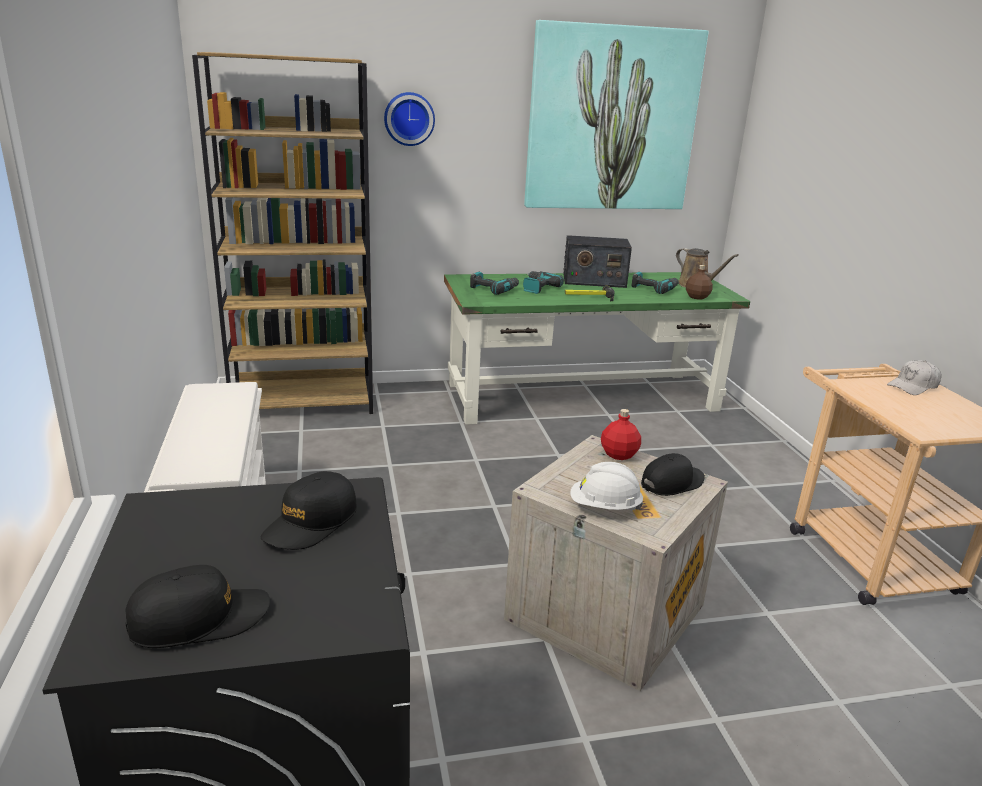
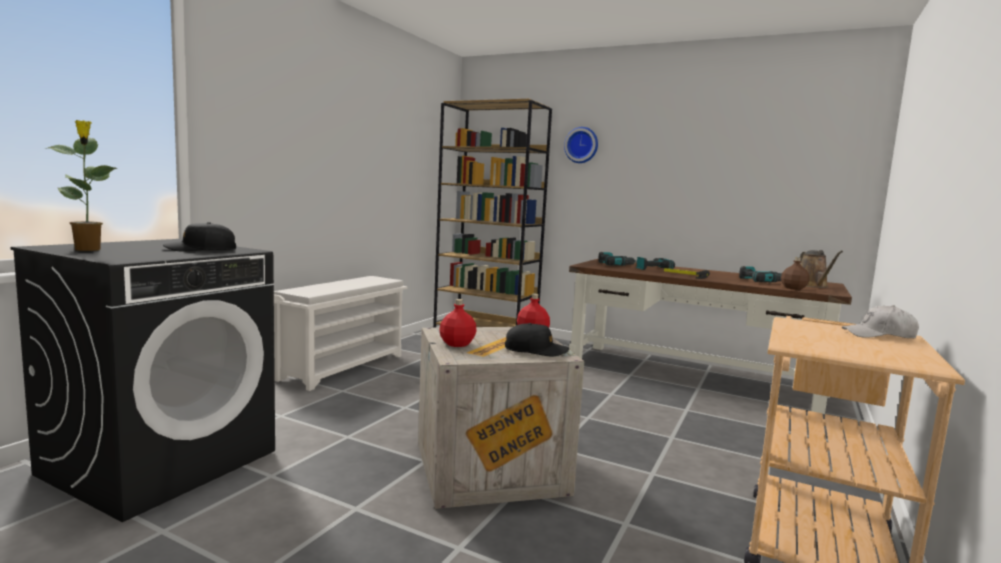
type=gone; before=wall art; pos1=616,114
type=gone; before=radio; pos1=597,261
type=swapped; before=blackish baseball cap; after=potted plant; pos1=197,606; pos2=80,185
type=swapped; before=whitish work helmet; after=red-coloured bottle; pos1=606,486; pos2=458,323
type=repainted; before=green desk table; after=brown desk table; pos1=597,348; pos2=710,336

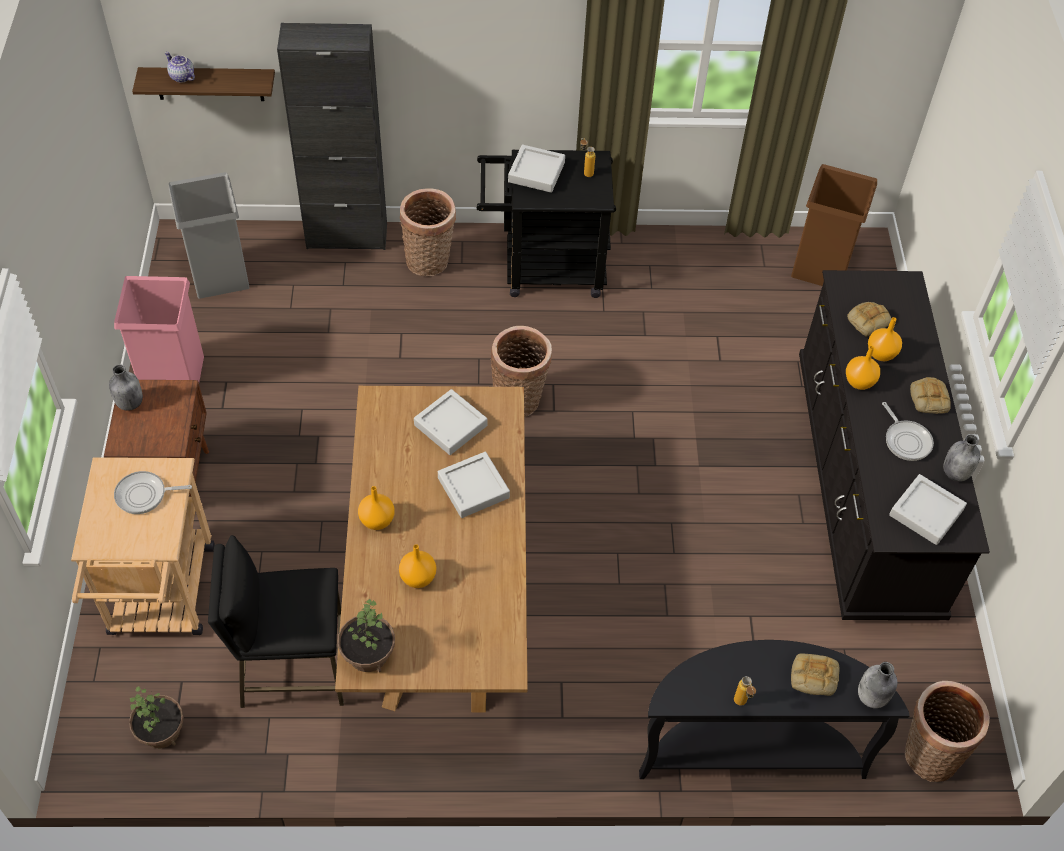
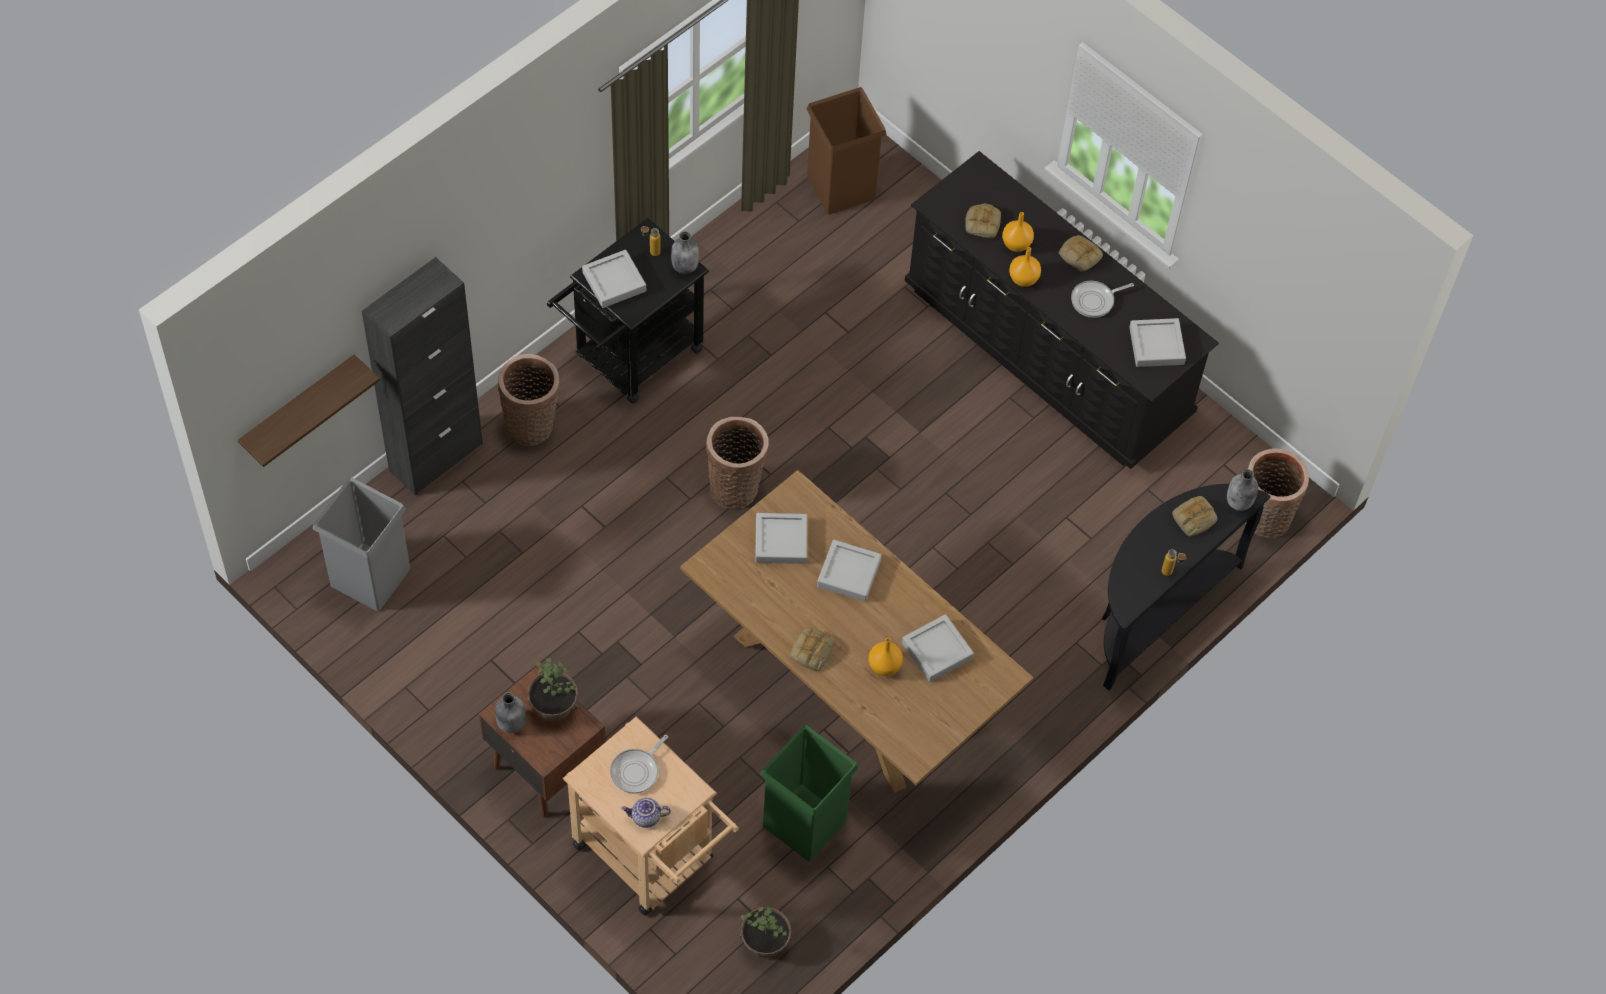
type=gone; before=pink trash can; pos1=159,329
type=new; after=greyish tray; pos2=938,648
type=shifted; before=pot for tea; pos1=180,67; pos2=646,813
type=shifted; before=potted plant; pos1=366,635; pos2=552,690
type=shifted; before=greyish bottle; pos1=961,457; pos2=685,252
type=swapped; before=blackish stool seat; after=green trash can; pos1=276,621; pos2=809,793
type=swapped; before=orange-coloured flower vase; after=bread; pos1=376,508; pos2=812,649
type=rotated; before=skillet; pos1=908,431; pos2=1102,299; turn=135

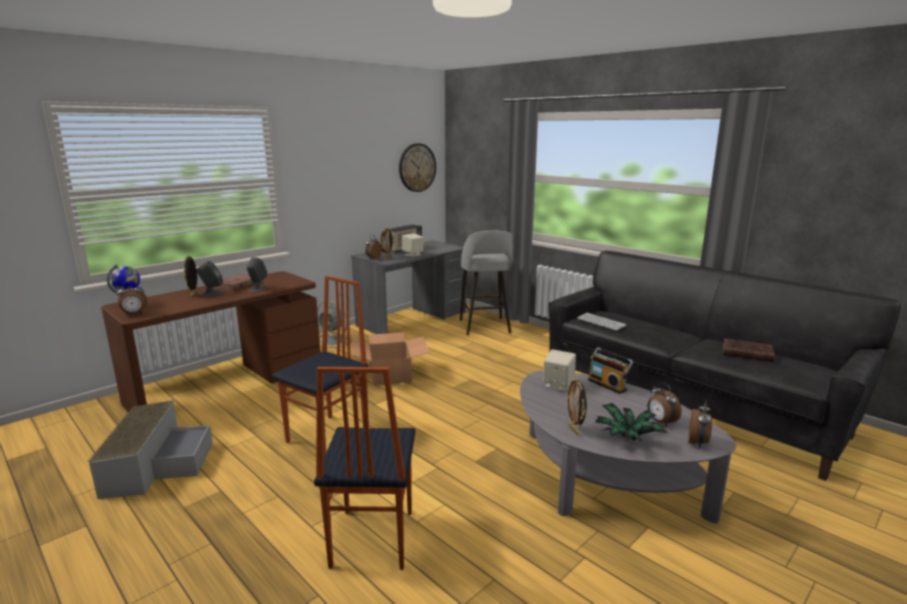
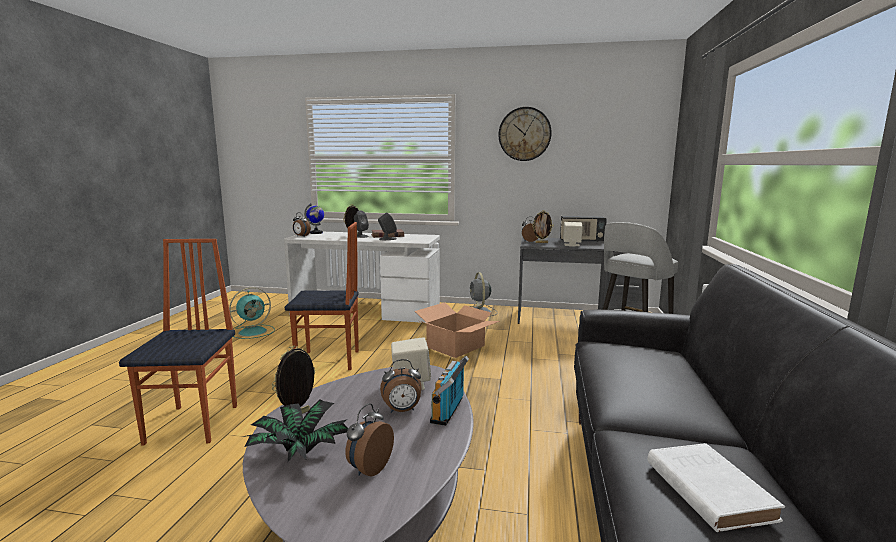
type=gone; before=PC keyboard; pos1=602,322
type=shifted; before=wall clock; pos1=417,167; pos2=525,134
type=shifted; before=bedside clock; pos1=700,424; pos2=401,386
type=swapped; before=greyish storage box; after=blue-green fan; pos1=150,449; pos2=252,313
type=repainted; before=brown desk table; after=whitish desk table; pos1=211,341; pos2=362,277
type=repainted; before=brown bound book; after=whitish bound book; pos1=749,350; pos2=716,487
type=rotated; before=chair; pos1=364,468; pos2=178,342; turn=120

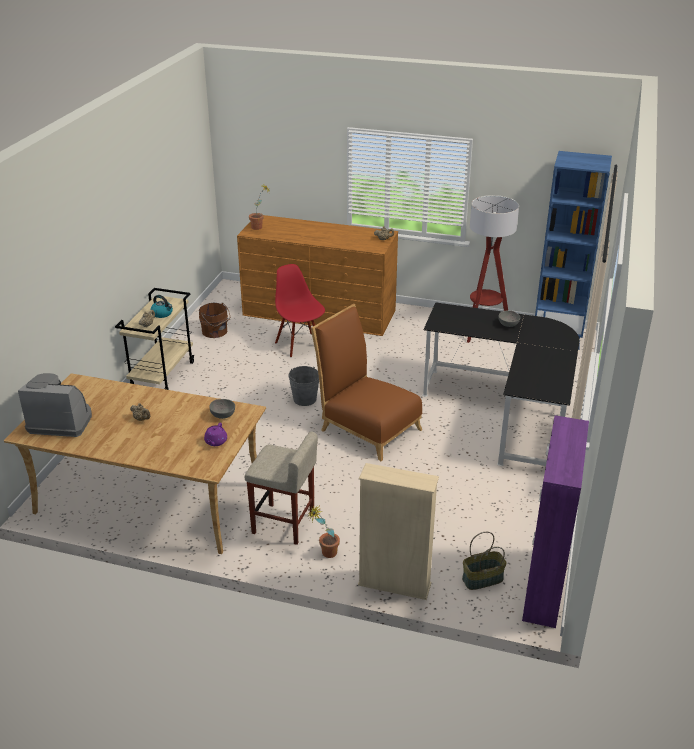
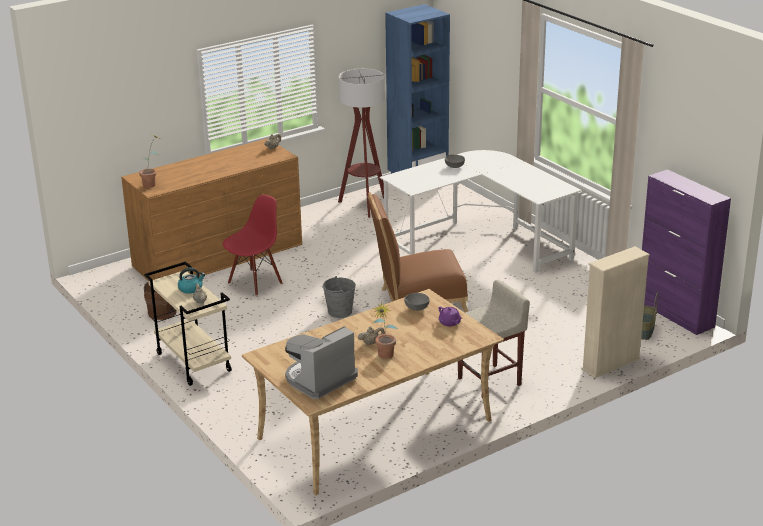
type=shifted; before=potted plant; pos1=323,532; pos2=385,330
type=repainted; before=blackish desk table; after=whitish desk table; pos1=500,384; pos2=481,212
type=rotated; before=red-coloured chair; pos1=300,311; pos2=253,245; turn=120

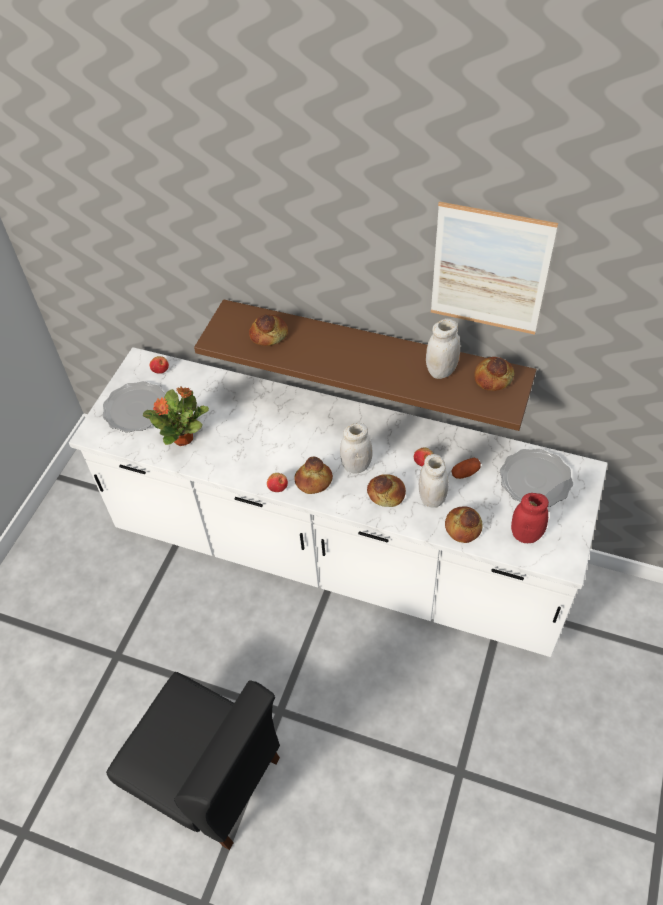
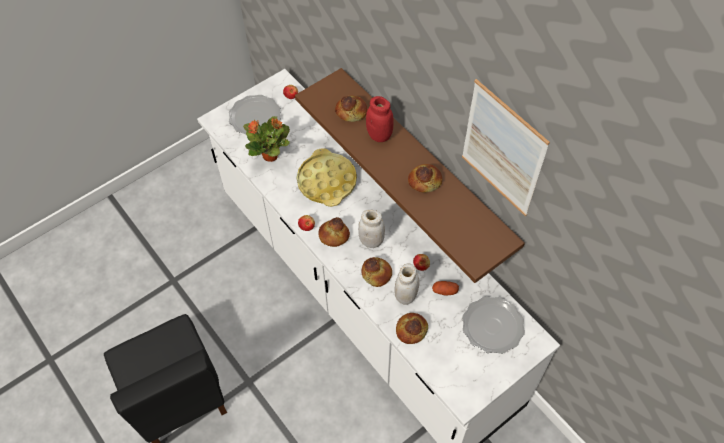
type=gone; before=whitish jar; pos1=443,348
type=new; after=yellow tray; pos2=327,177
type=shifted; before=bread; pos1=494,374; pos2=425,178
type=shifted; before=red-coloured jar; pos1=530,518; pos2=380,119

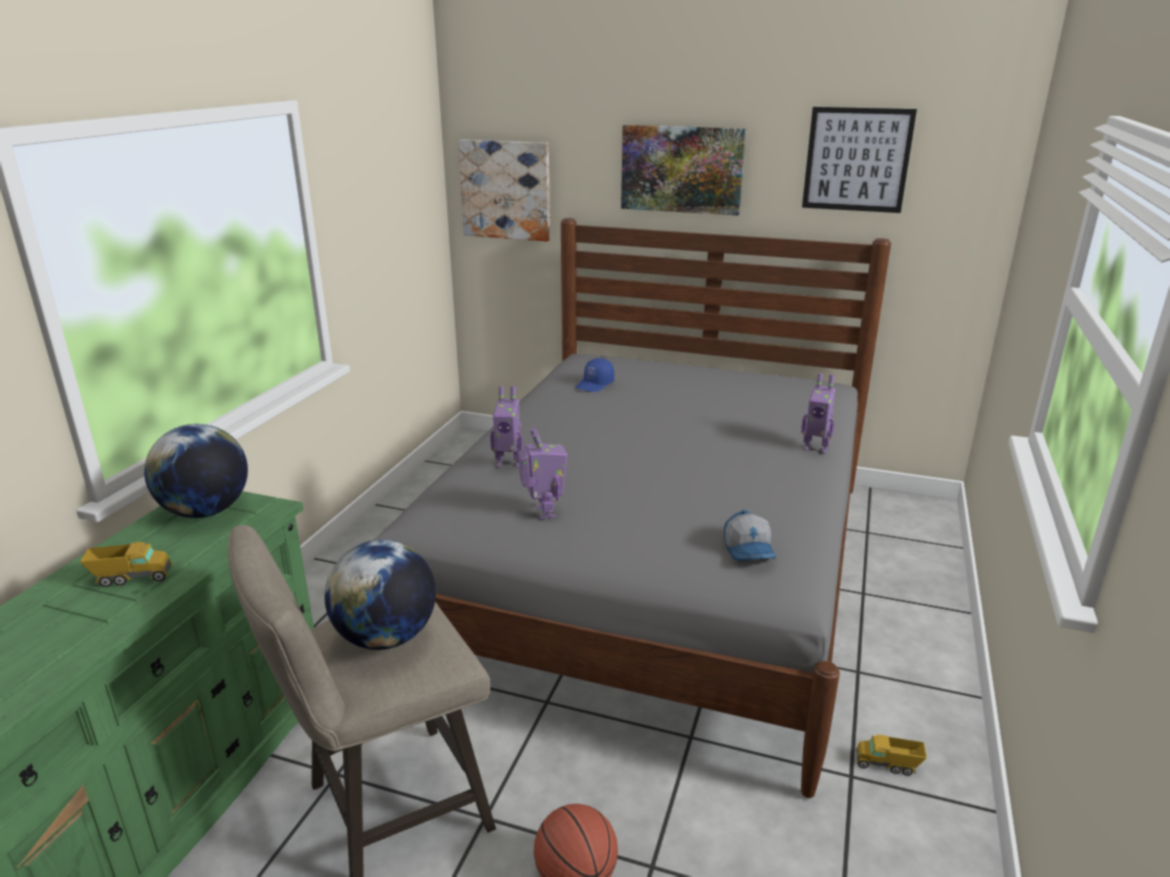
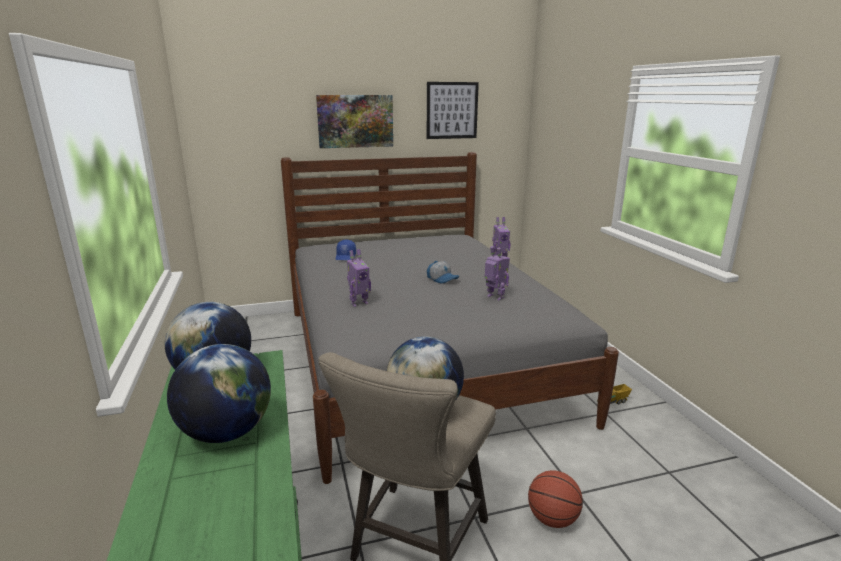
type=gone; before=wall art; pos1=504,190
type=shifted; before=model robot; pos1=542,473; pos2=497,273
type=shifted; before=baseball cap; pos1=750,535; pos2=443,272
type=swapped; before=toy lorry; after=desk globe; pos1=126,564; pos2=219,393

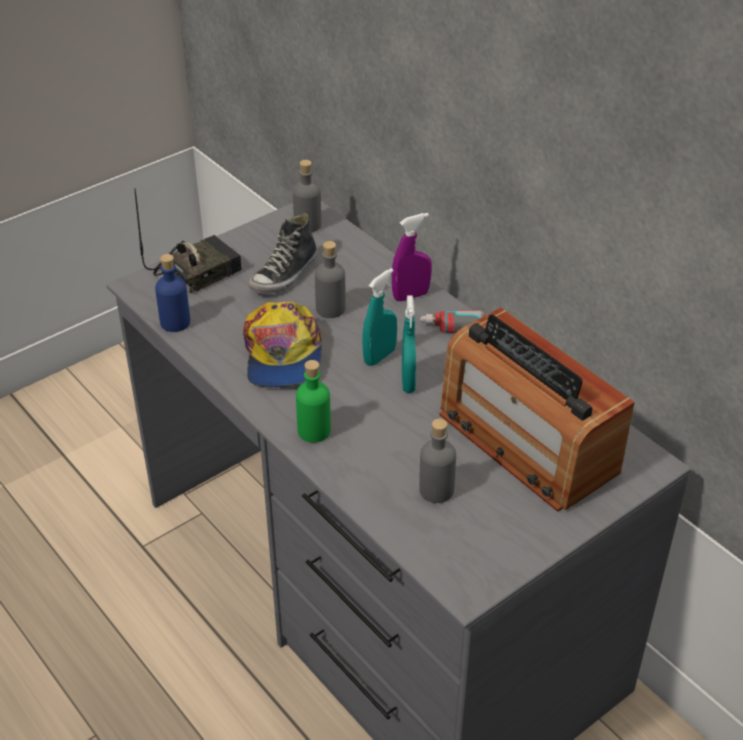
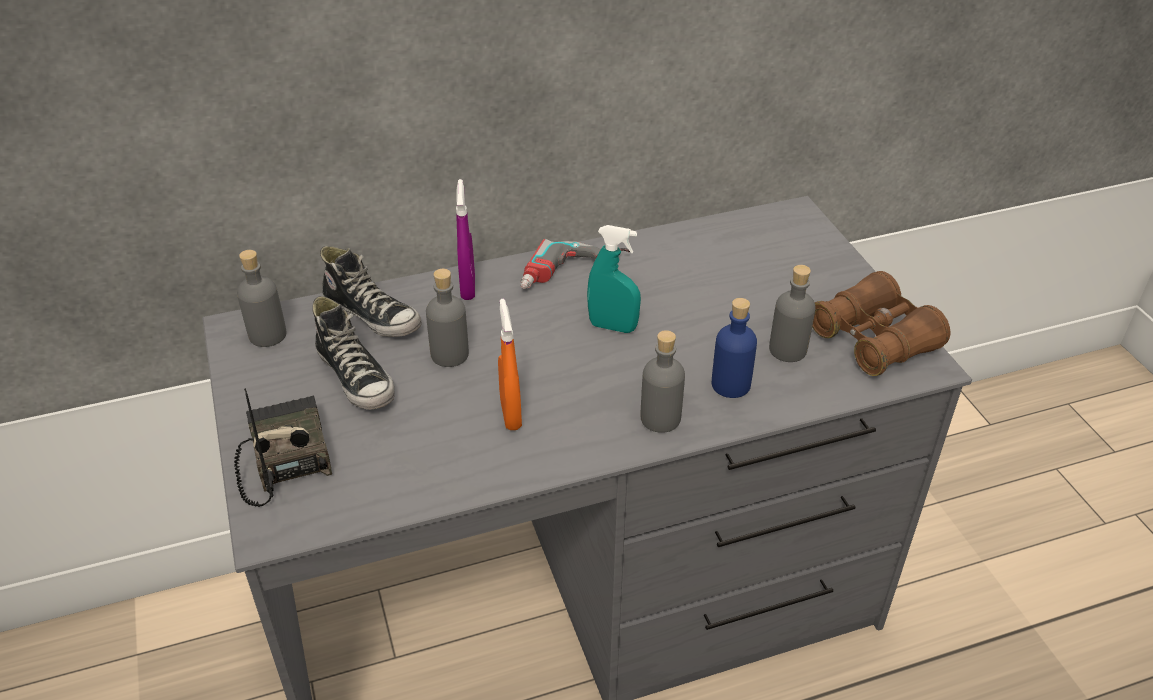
type=gone; before=blue-green hand sprayer; pos1=379,317
type=gone; before=radio; pos1=537,409
type=new; after=item of footwear; pos2=371,291
type=new; after=brown field glasses; pos2=881,323
type=shifted; before=blue-coloured bottle; pos1=172,293; pos2=734,348
type=swapped; before=baseball cap; after=orange-coloured hand sprayer; pos1=282,345; pos2=510,364
type=repainted; before=green bottle; after=greyish bottle; pos1=313,401; pos2=663,381

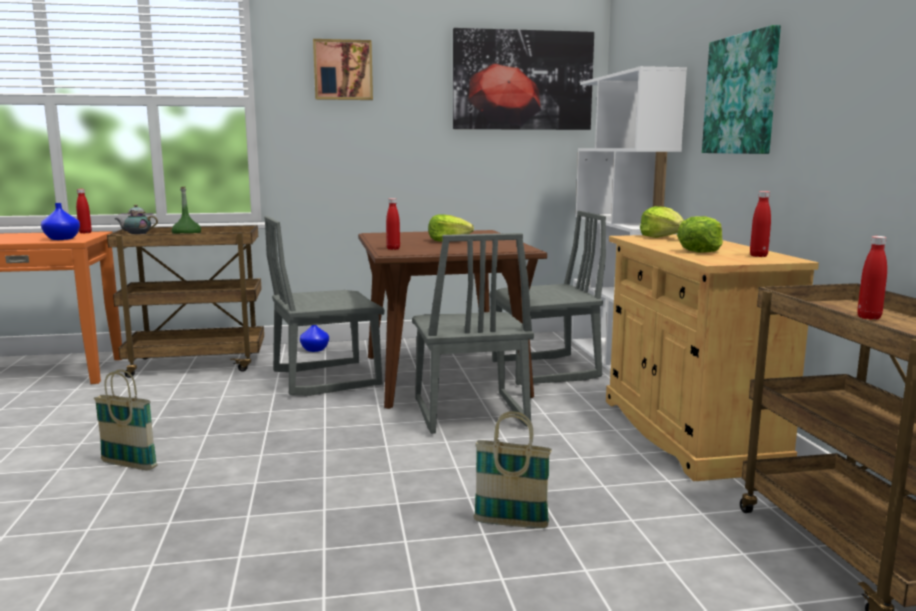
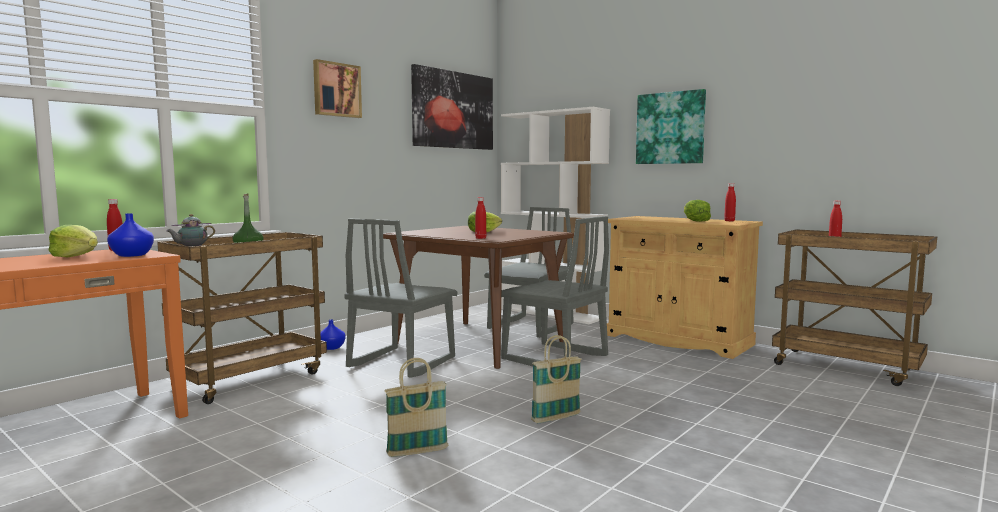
type=shifted; before=basket; pos1=512,469; pos2=556,379
type=shifted; before=head of lettuce; pos1=662,222; pos2=73,241

